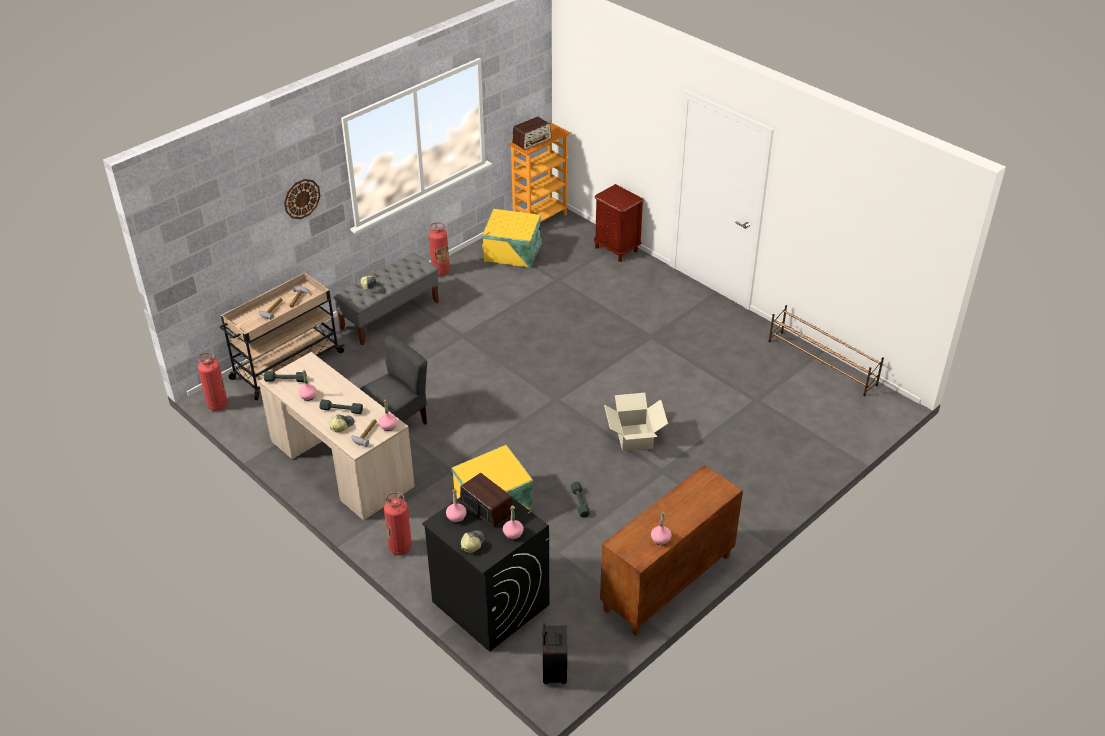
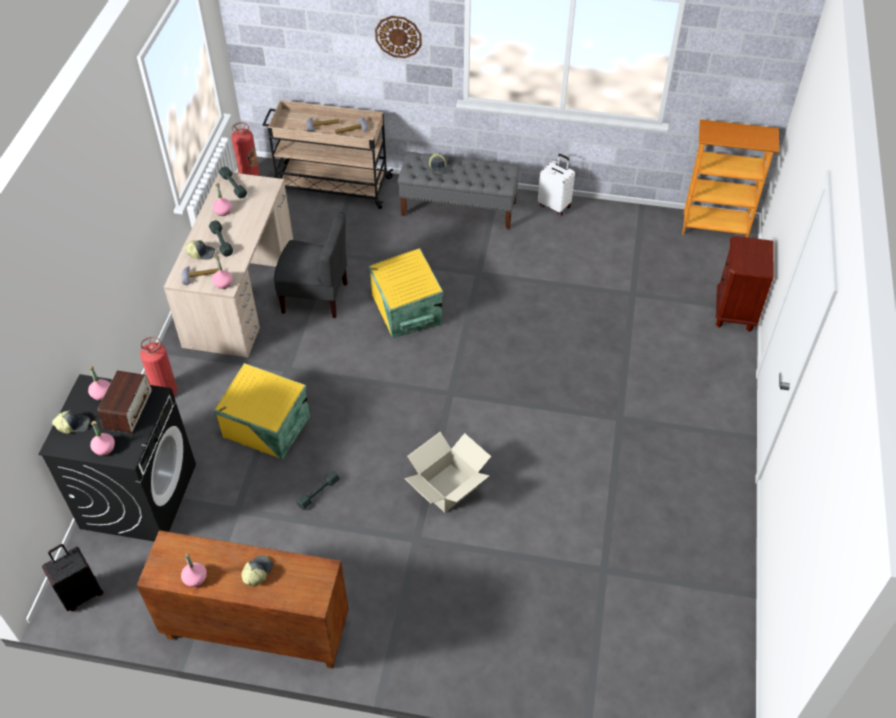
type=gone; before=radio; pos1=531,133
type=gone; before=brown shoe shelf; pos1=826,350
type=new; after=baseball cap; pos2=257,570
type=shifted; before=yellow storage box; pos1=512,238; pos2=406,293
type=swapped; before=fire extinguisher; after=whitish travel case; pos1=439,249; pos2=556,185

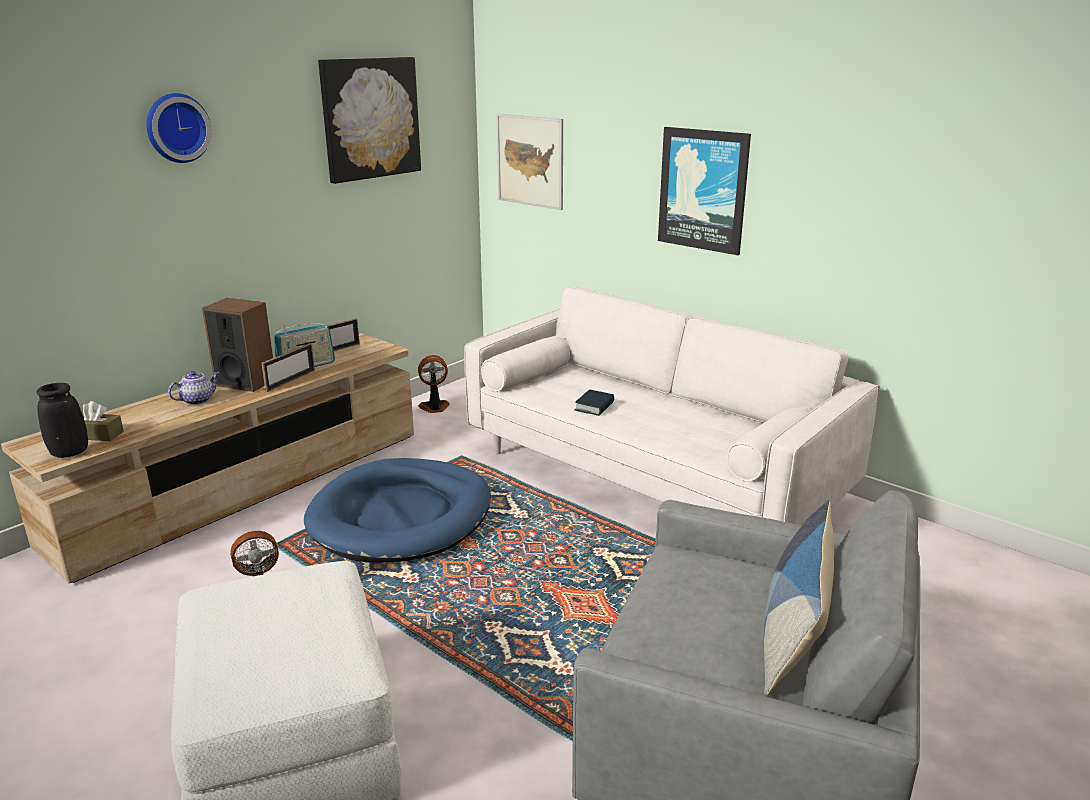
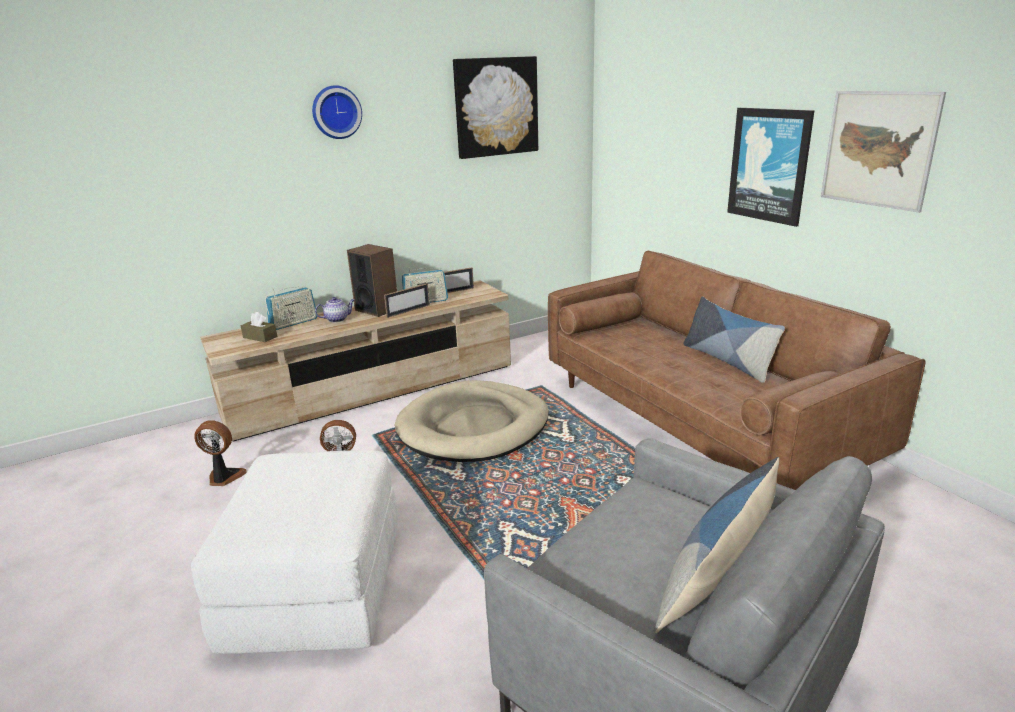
type=gone; before=blackish flower vase; pos1=62,420
type=gone; before=bound book; pos1=594,403
type=new; after=radio; pos2=291,308
type=new; after=throw pillow; pos2=734,339
type=shifted; before=fan; pos1=434,384; pos2=220,453
type=shifted; before=wall art; pos1=530,162; pos2=883,152
type=repainted; before=blue-coloured dog cushion; after=beige dog cushion; pos1=397,510; pos2=472,421
type=repainted; before=whitish settee; after=brown settee; pos1=672,406; pos2=736,370

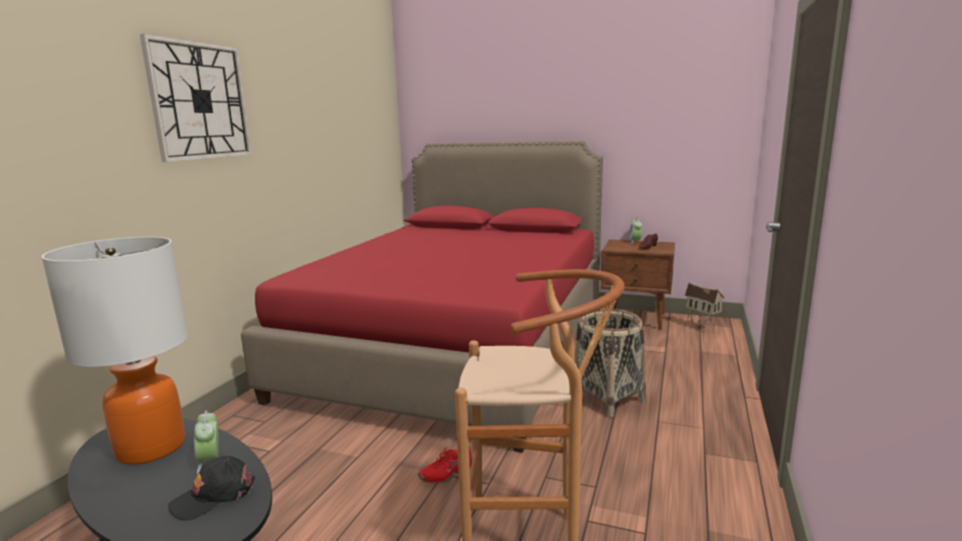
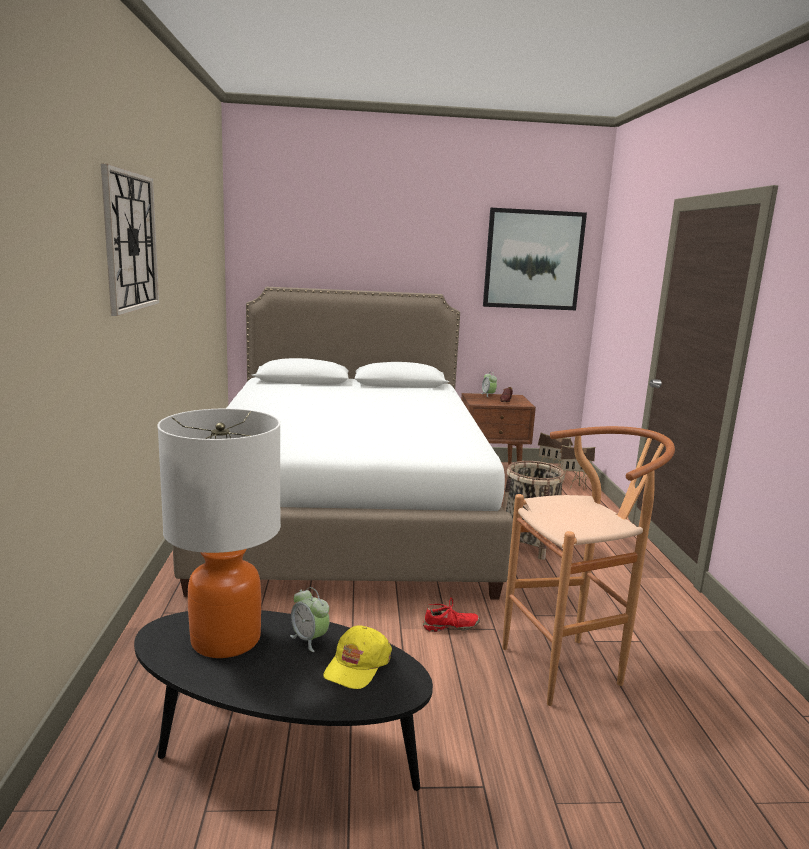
type=new; after=wall art; pos2=535,259
type=new; after=toy house; pos2=578,467
type=repainted; before=blackish baseball cap; after=yellow baseball cap; pos1=211,488; pos2=357,657
type=repainted; before=red-coloured bedroom bed; after=whitish bedroom bed; pos1=422,297; pos2=343,443
type=rotated; before=red-coloured item of footwear; pos1=445,465; pos2=451,615; turn=-135

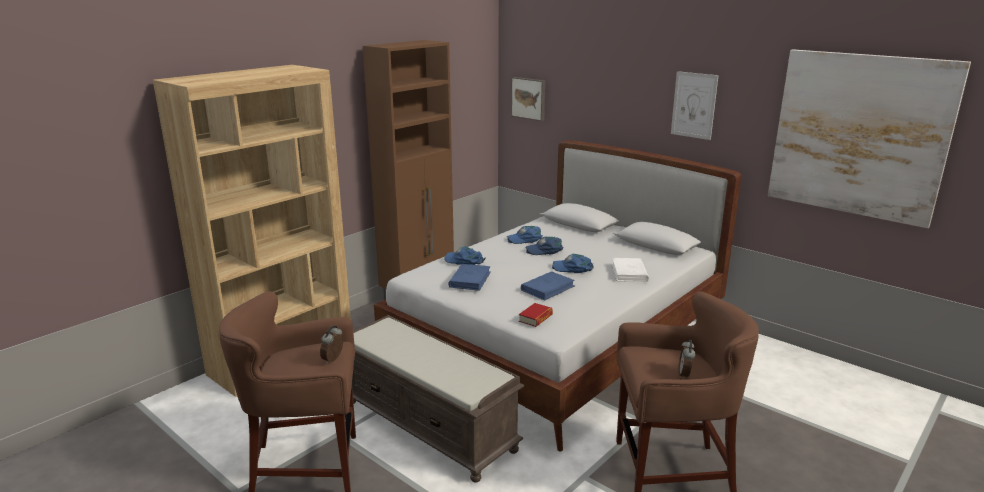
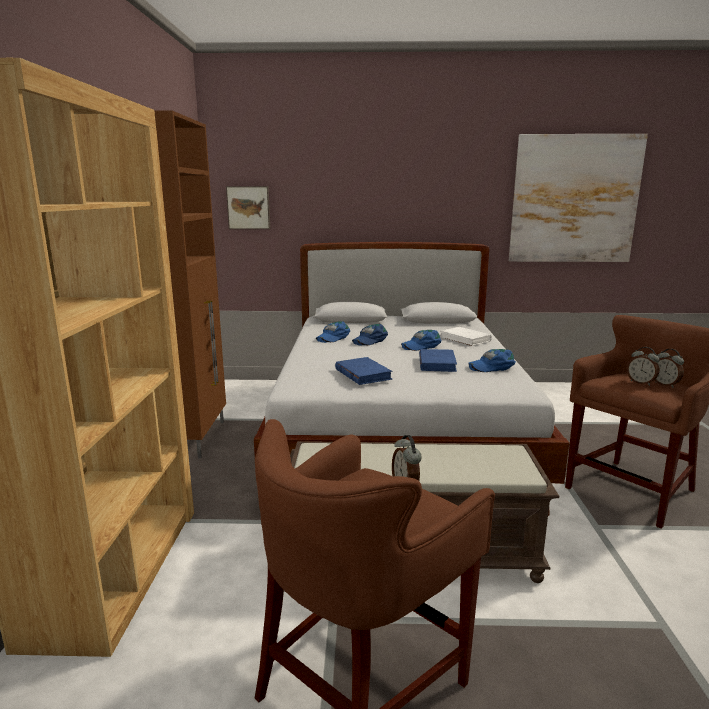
type=gone; before=bound book; pos1=536,315
type=gone; before=wall art; pos1=695,105
type=new; after=bedside clock; pos2=643,366
type=shifted; before=blue-coloured baseball cap; pos1=465,255; pos2=492,360

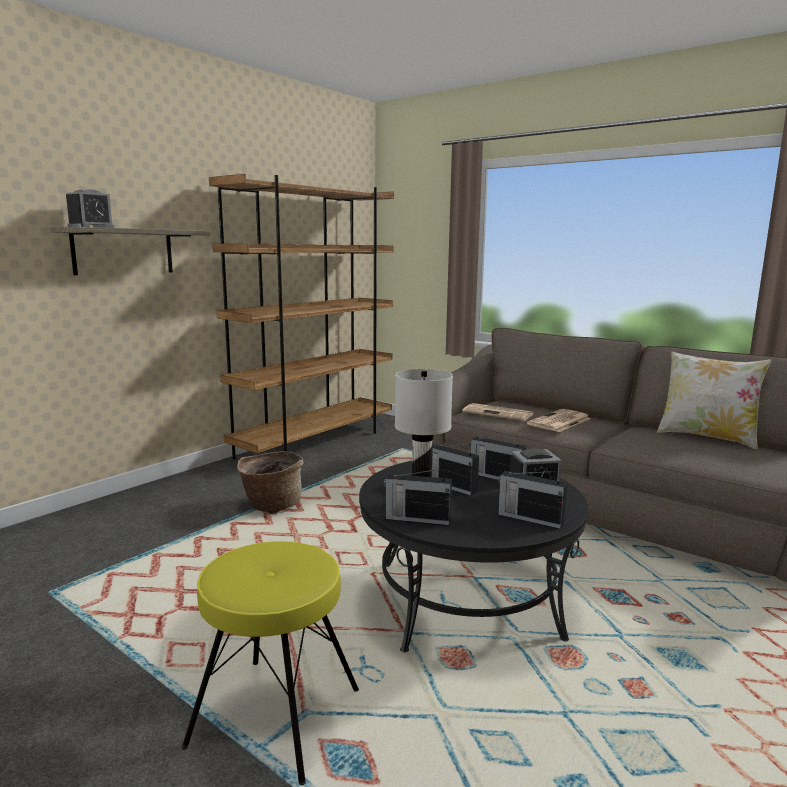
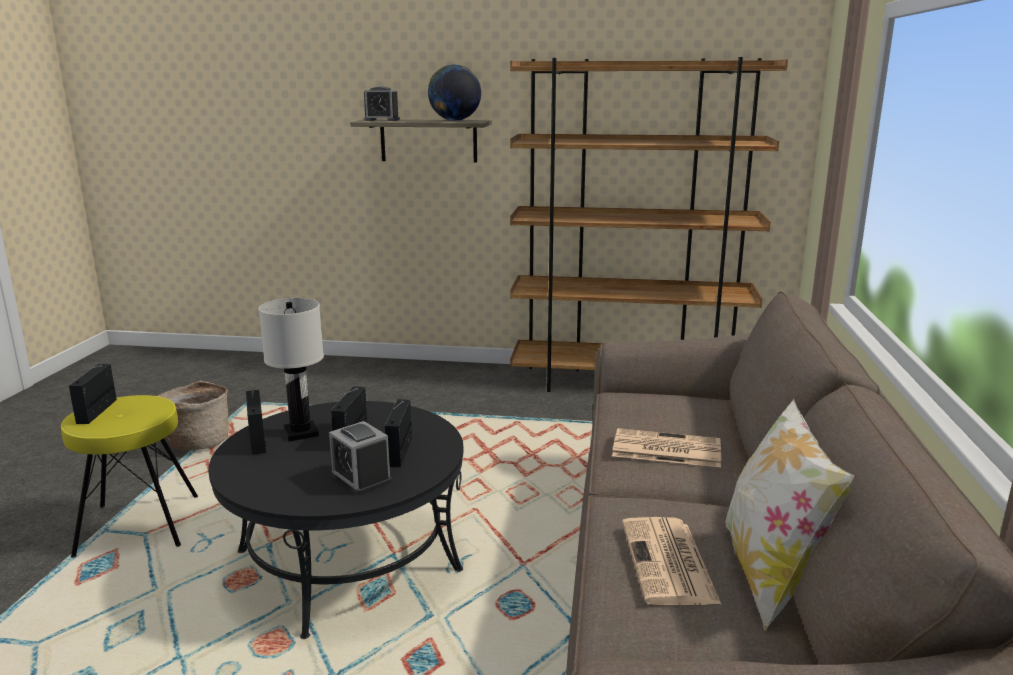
type=new; after=desk globe; pos2=454,92
type=shifted; before=basket; pos1=270,482; pos2=193,415
type=shifted; before=daily paper; pos1=497,412; pos2=672,561
type=shifted; before=radio; pos1=532,500; pos2=93,394

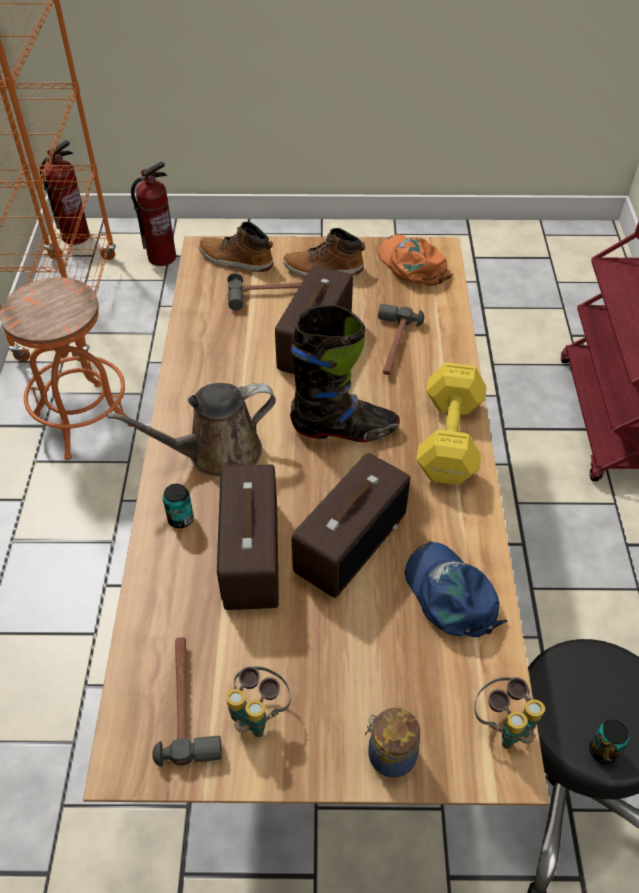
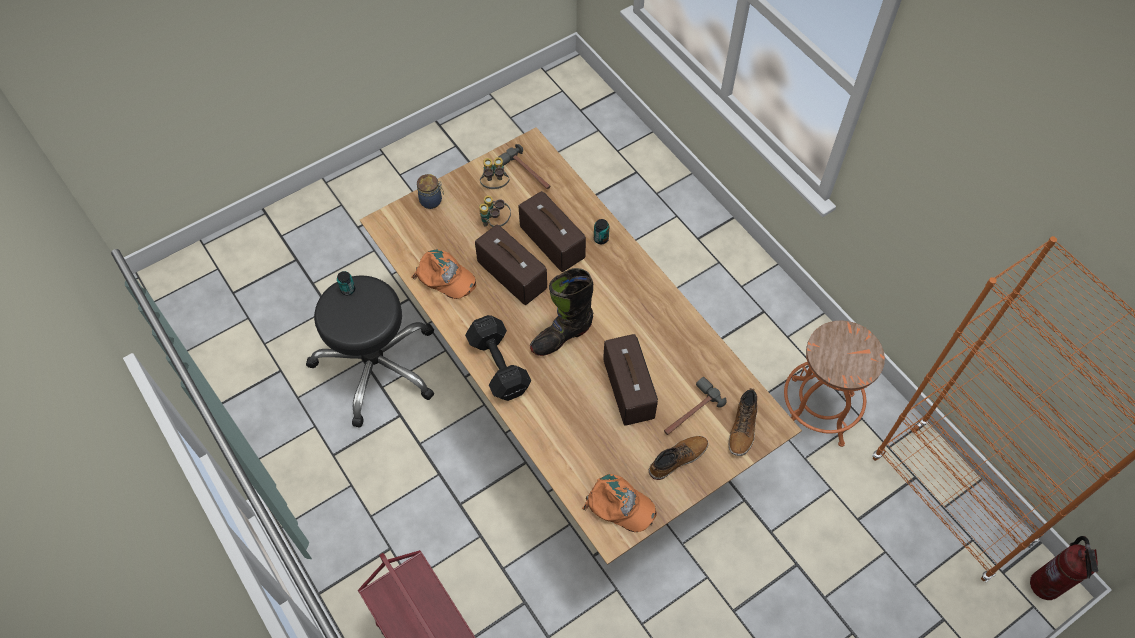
type=gone; before=brown sprinkling can; pos1=191,430
type=gone; before=fire extinguisher; pos1=153,213
type=gone; before=tool hammer; pos1=401,339
type=shifted; before=field glasses; pos1=509,713; pos2=495,211
type=repainted; before=blue-coloured baseball cap; after=orange-coloured baseball cap; pos1=456,589; pos2=444,274
type=repainted; before=yellow free weight; after=blackish free weight; pos1=451,424; pos2=498,358
type=rotated; before=boot; pos1=236,247; pos2=743,422; turn=120
type=rotated; before=radio; pos1=351,525; pos2=511,265; turn=135

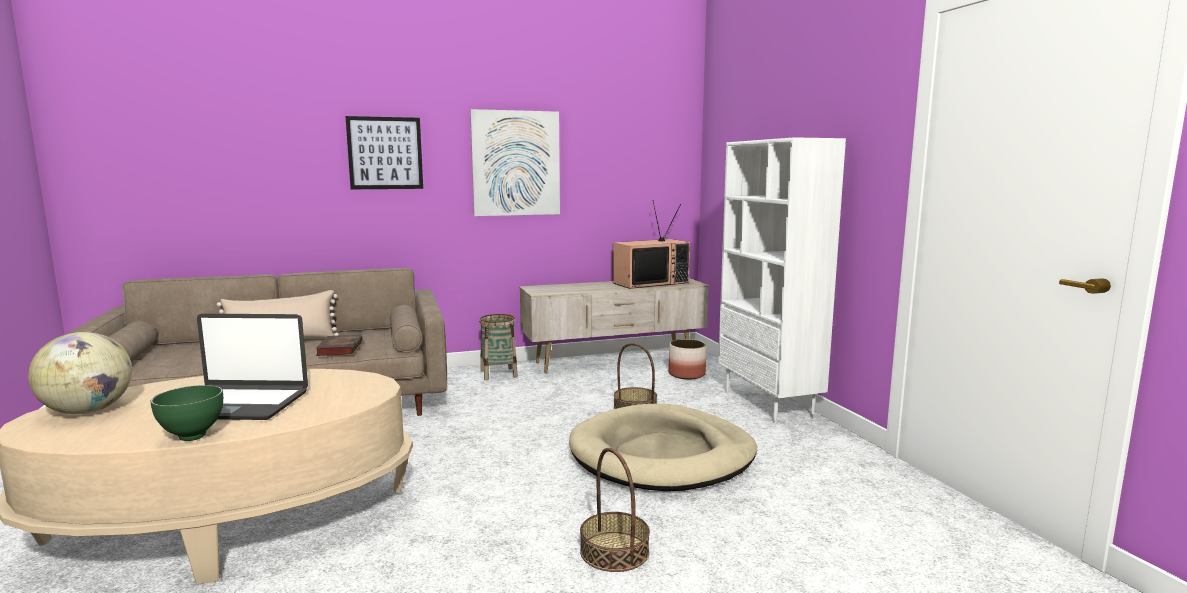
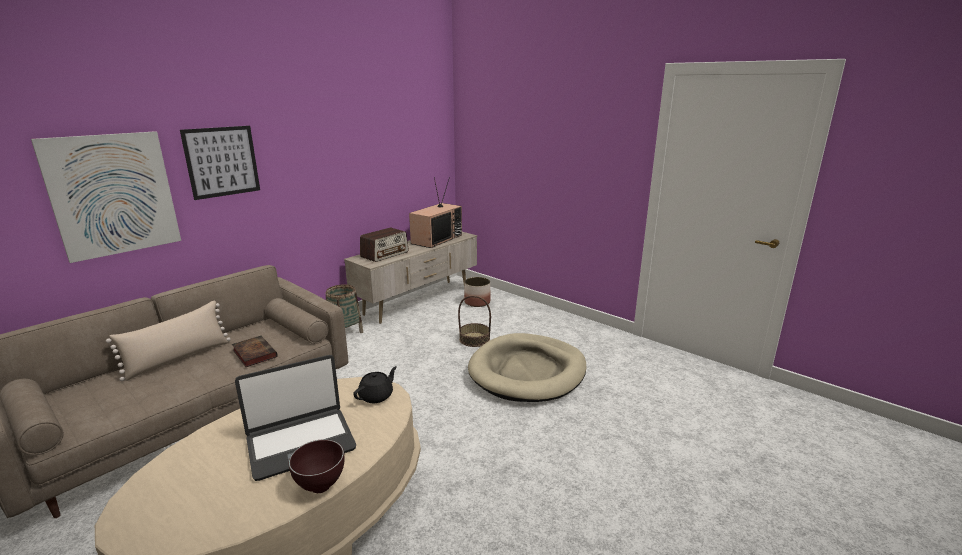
type=gone; before=desk globe; pos1=80,373
type=gone; before=basket; pos1=615,510
type=gone; before=whitish shelving unit; pos1=782,280
type=new; after=blackish pot for tea; pos2=375,384
type=new; after=radio; pos2=384,245
type=shifted; before=wall art; pos1=515,162; pos2=106,197
type=repainted; before=green deep dish; after=brown deep dish; pos1=187,413; pos2=316,466

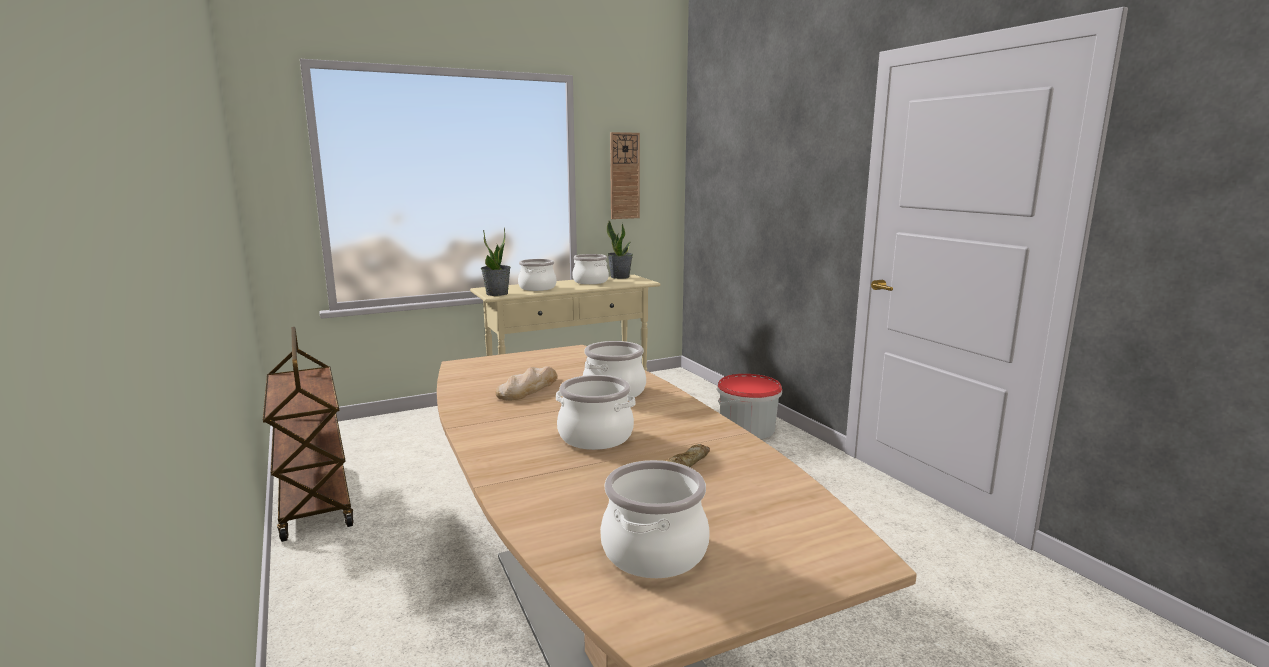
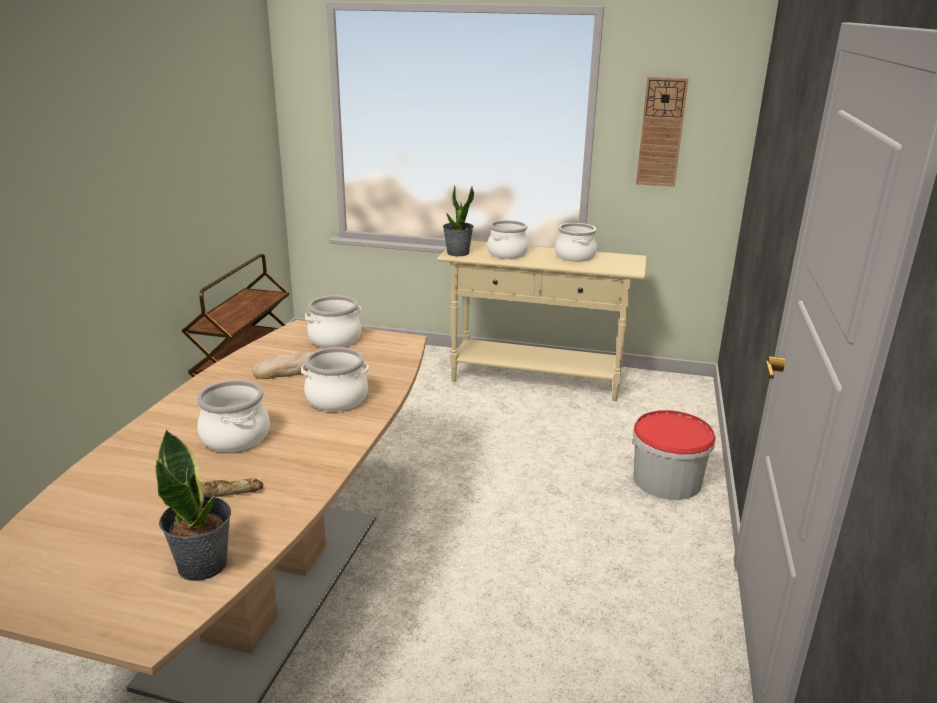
type=shifted; before=cooking pot; pos1=655,519; pos2=333,322
type=shifted; before=potted plant; pos1=620,249; pos2=193,505

